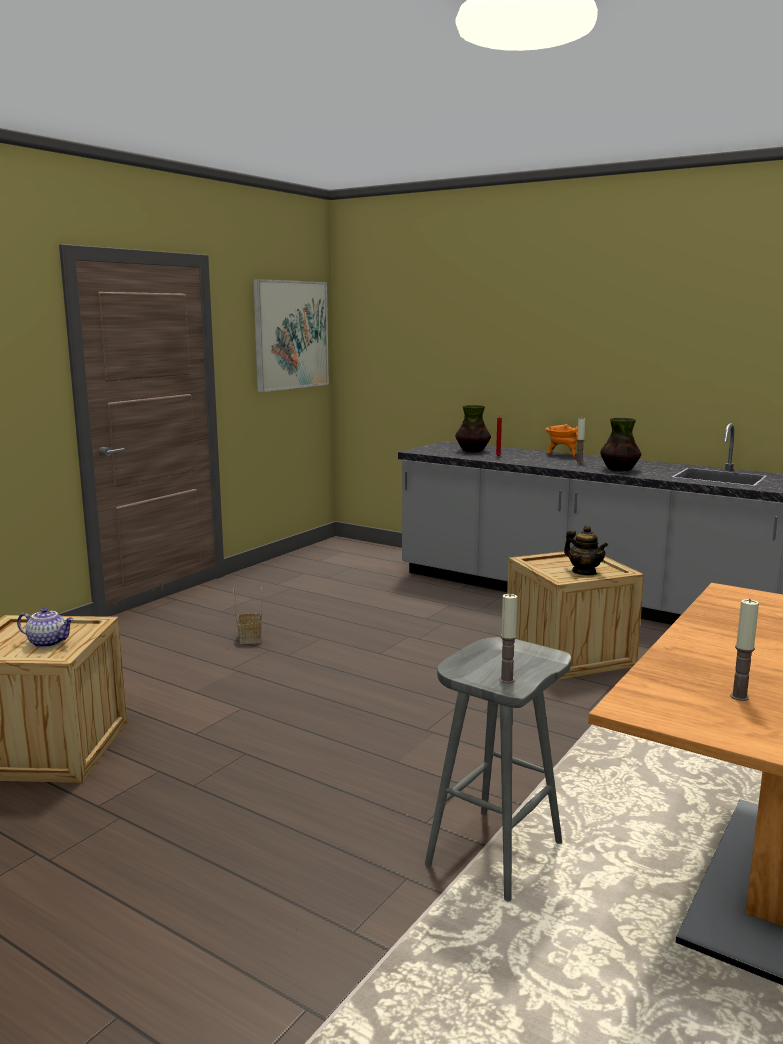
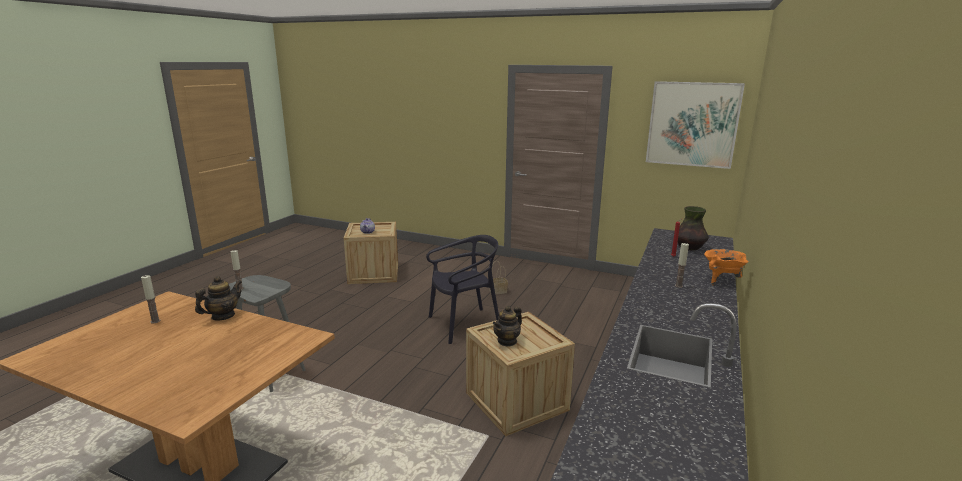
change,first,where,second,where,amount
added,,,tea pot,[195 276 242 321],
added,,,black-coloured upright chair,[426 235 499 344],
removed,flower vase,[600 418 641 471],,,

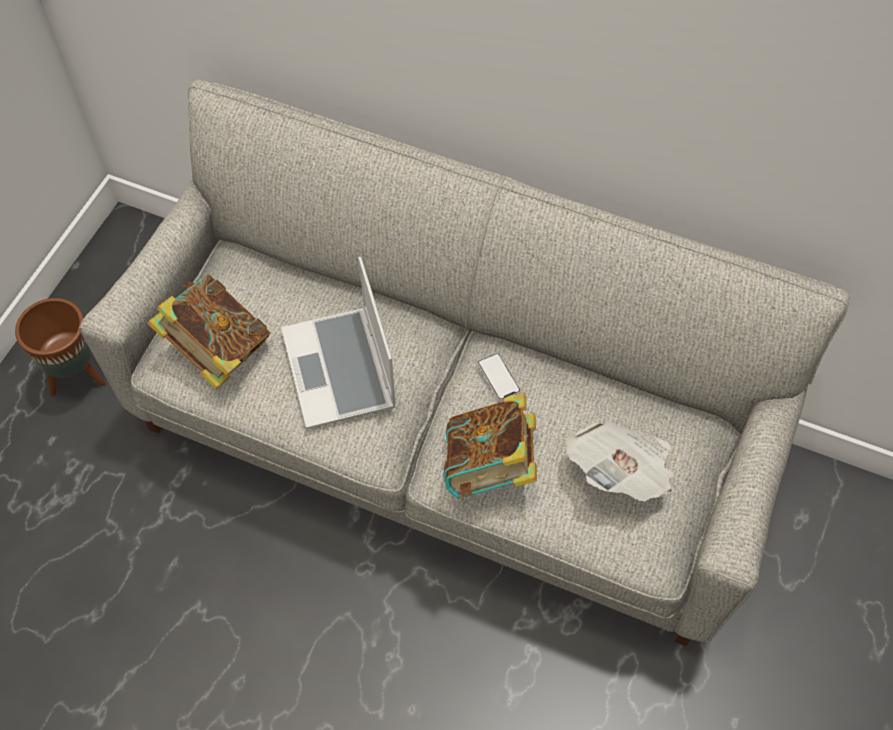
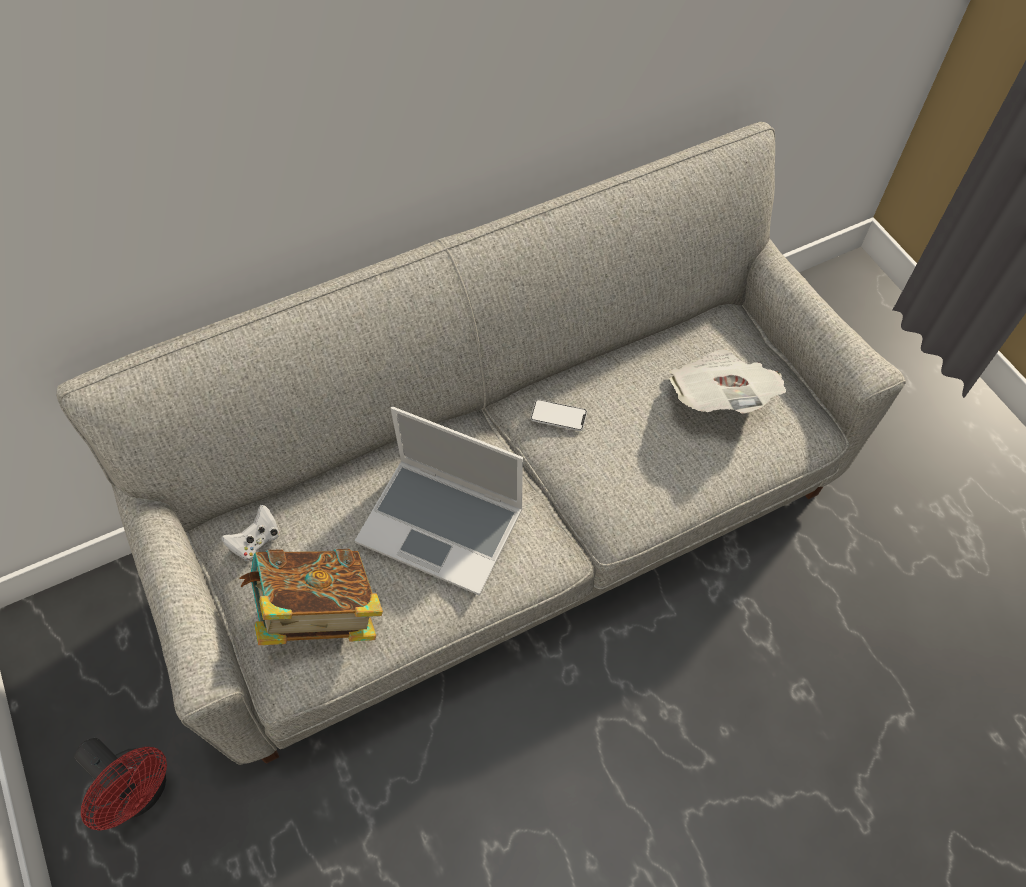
change,first,where,second,where,amount
replaced,brown flower pot,[15 298 106 396],red cooling fan,[74 738 167 830],
added,,,white gamepad,[221 505 280 561],
removed,volume,[444 392 537 501],,,

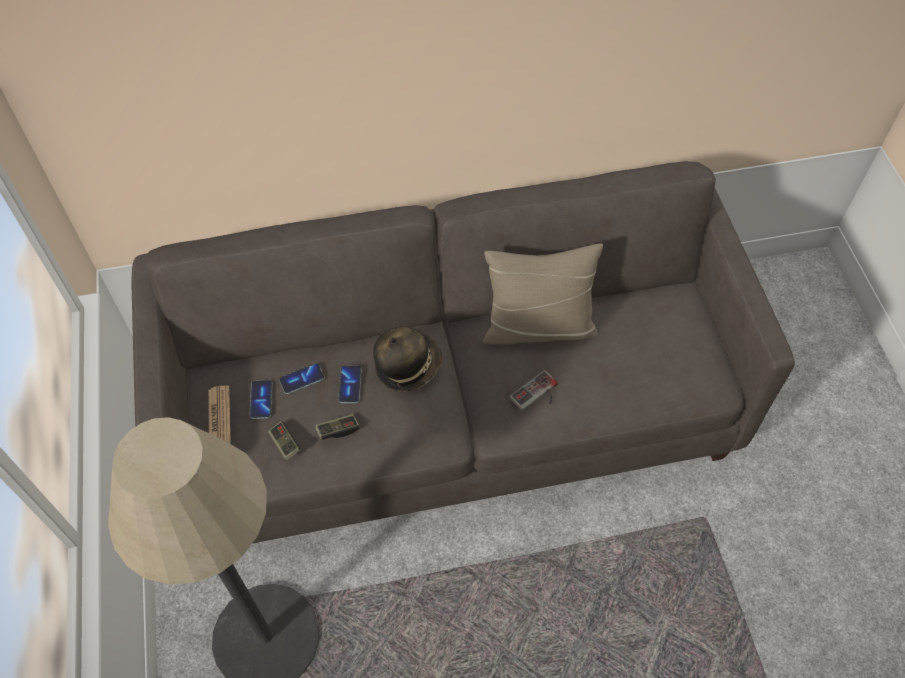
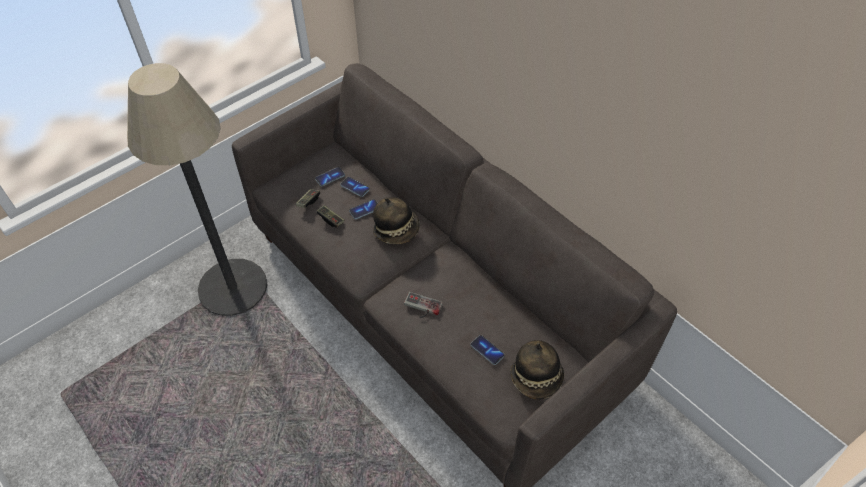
change,first,where,second,where,amount
added,,,telephone,[471 335 505 365],
added,,,wearable hat,[510 340 564 400],
removed,daily paper,[208 386 231 444],,,
removed,beige-coloured cushion,[483 243 603 345],,,

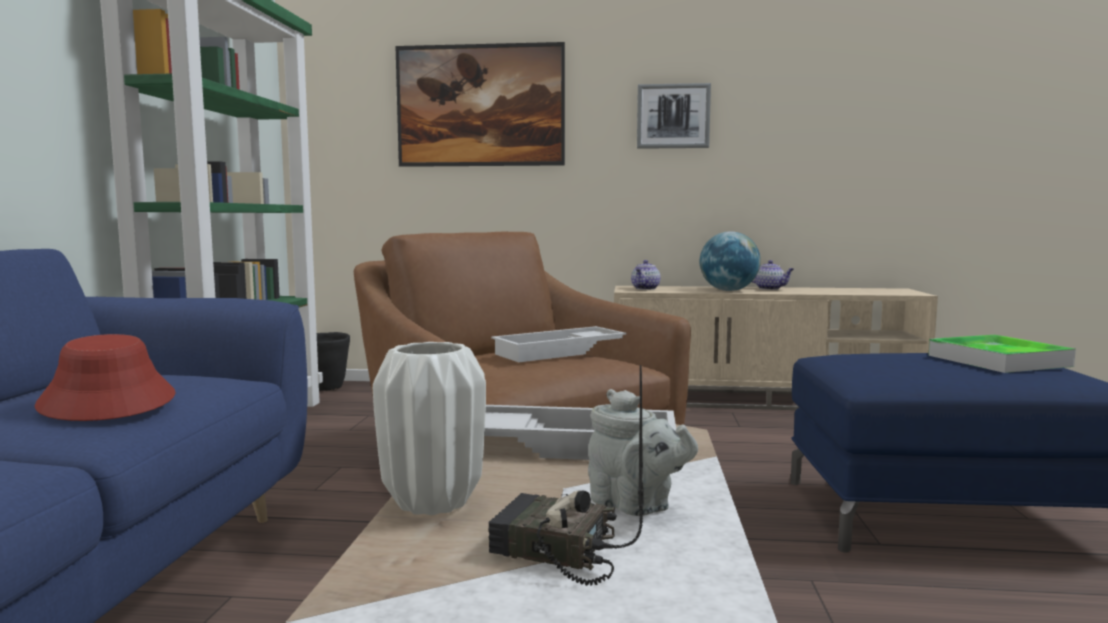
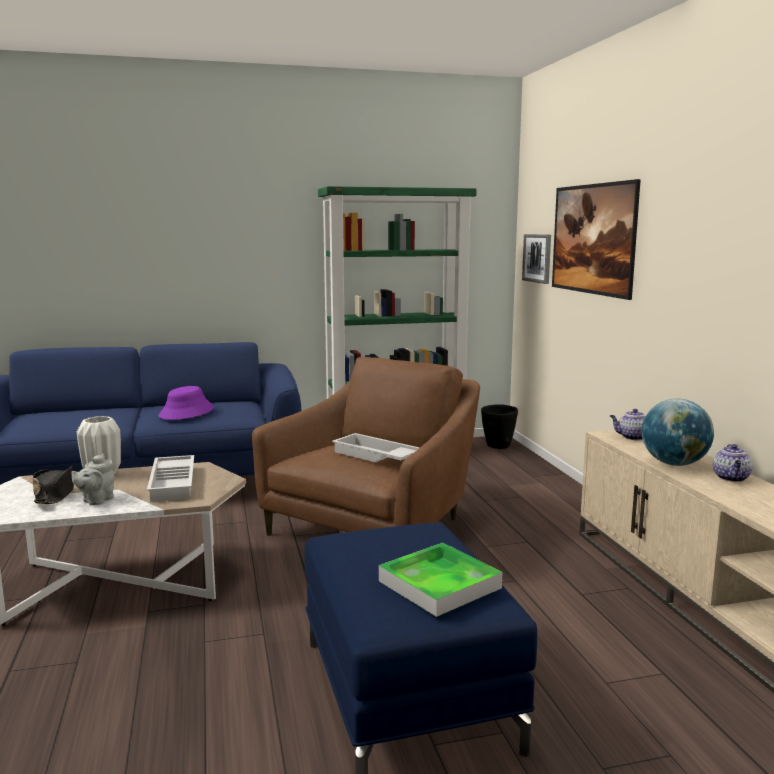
change,first,where,second,where,amount
replaced,radio,[489 365 644 586],black-coloured wearable hat,[33 466 74 504],
recoloured,red wearable hat,[35 334 175 421],purple wearable hat,[158 386 214 420],
moved,wall picture,[637 83 711 149],,[522 234 551 284],

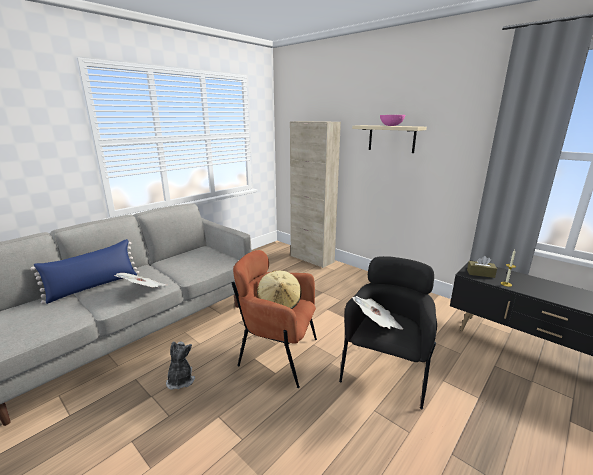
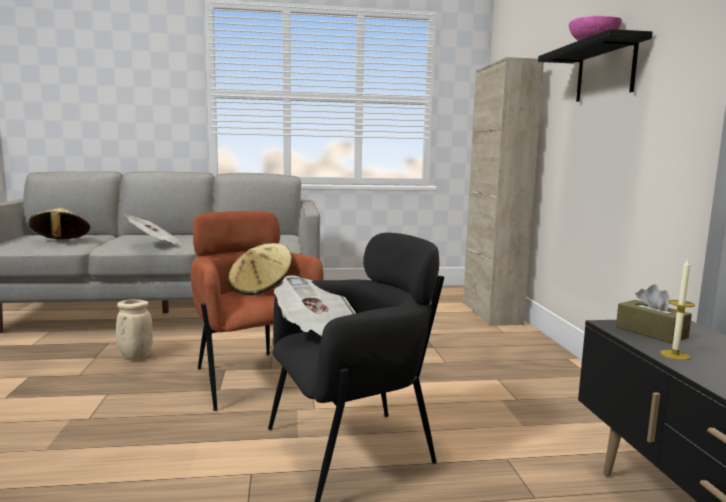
change,first,where,second,where,amount
added,,,beige-coloured wearable hat,[29 208 90 239],
replaced,soft toy,[166 342 195 390],beige-coloured flower vase,[116 299 153 360],
recoloured,beige-coloured wall shelf,[352 125 427 153],black-coloured wall shelf,[538 29 653 102],
removed,bluish cushion,[30 239 139 304],,,

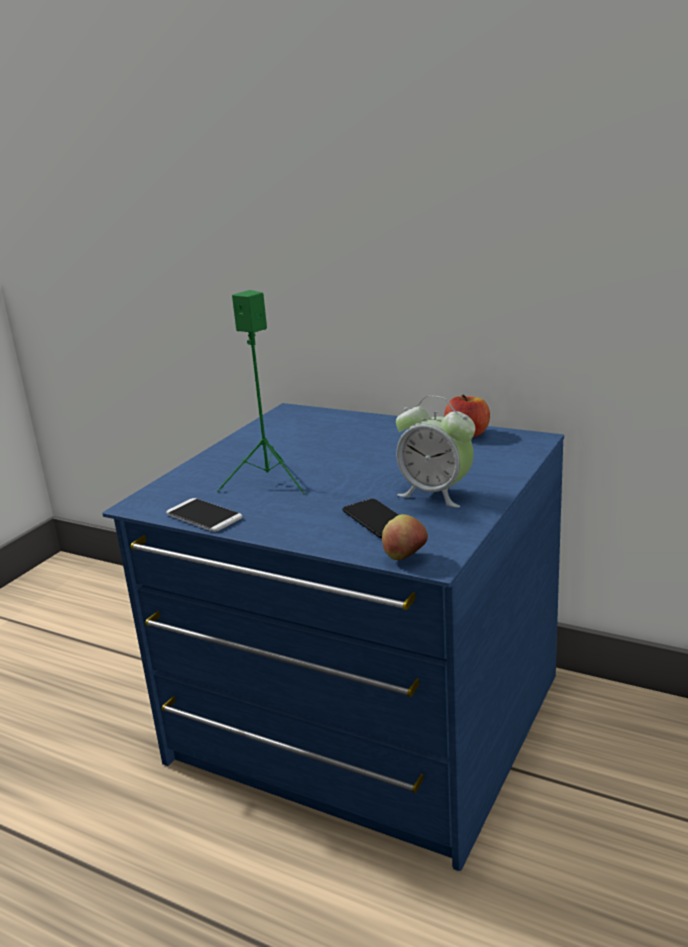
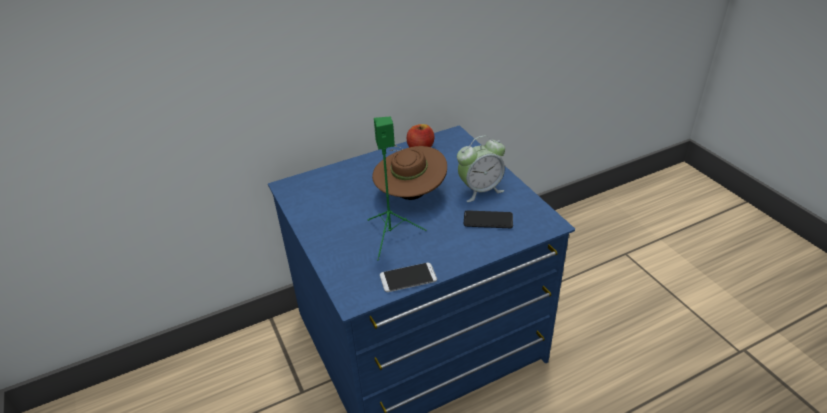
change,first,where,second,where,amount
added,,,brown wearable hat,[372 145 447 200],
removed,apple,[382 514 428 560],,,

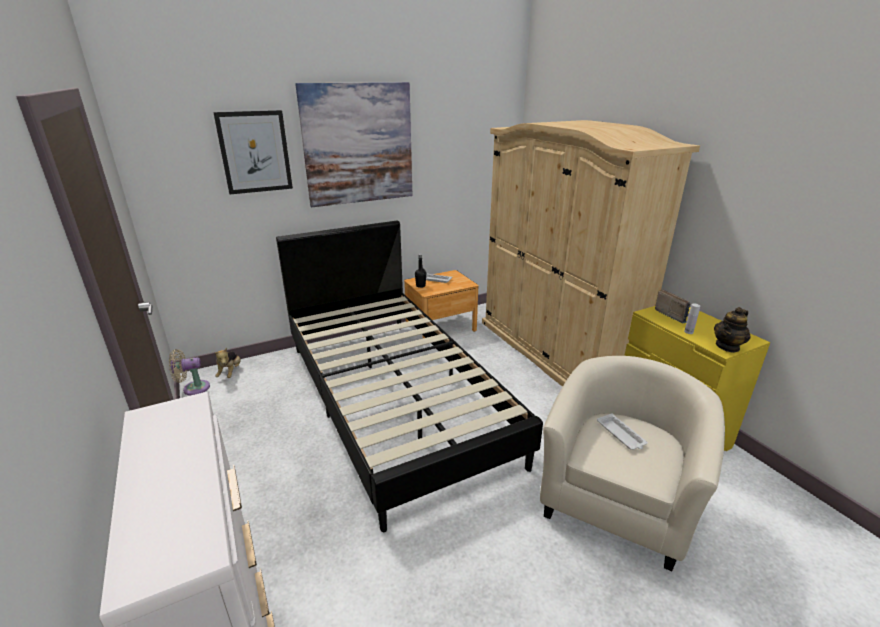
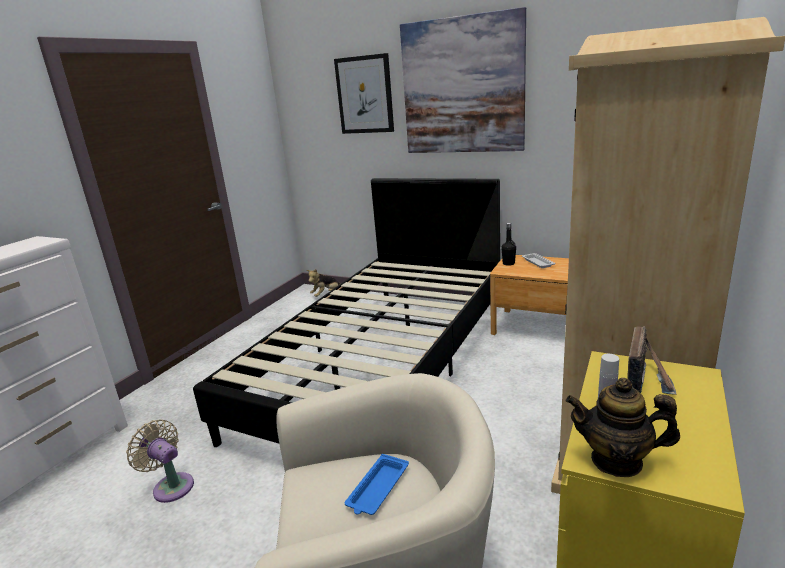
change,first,where,second,where,amount
moved,beige-coloured cooling fan,[169 349 210 395],,[126 420 194 503],
recoloured,white carrying tray,[597 413 648 450],bluish carrying tray,[345 454 409 515],

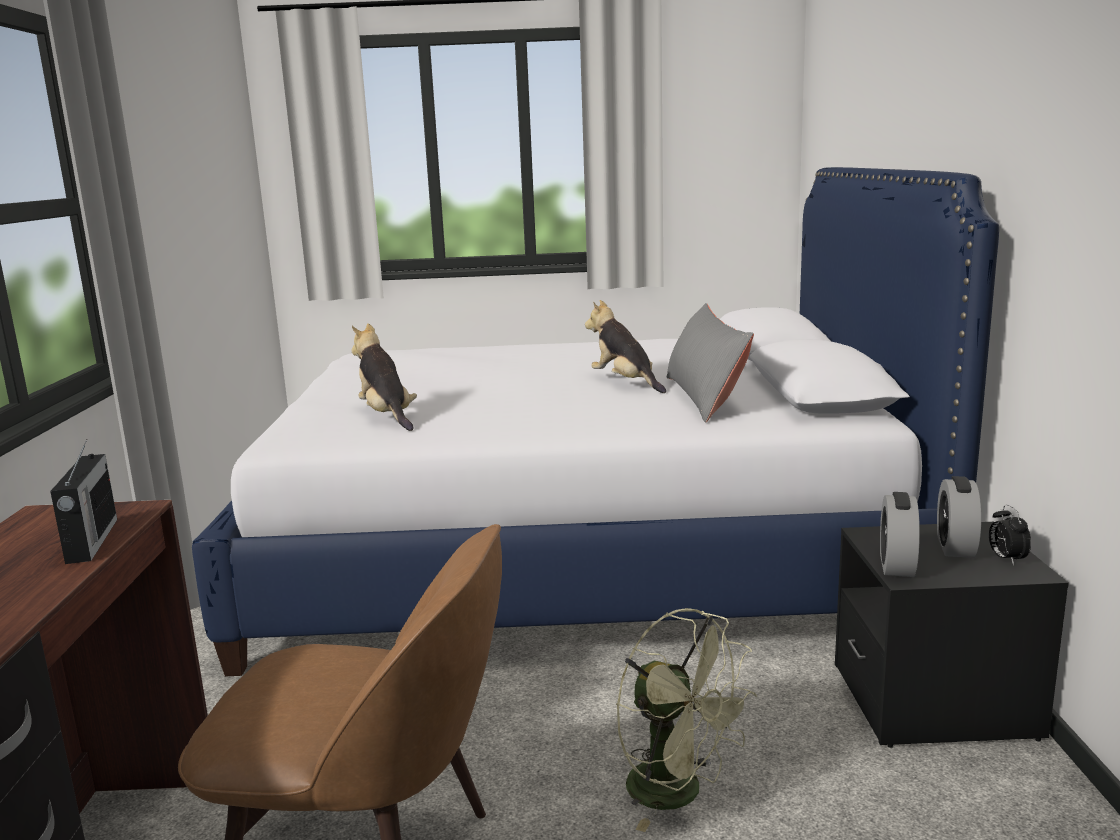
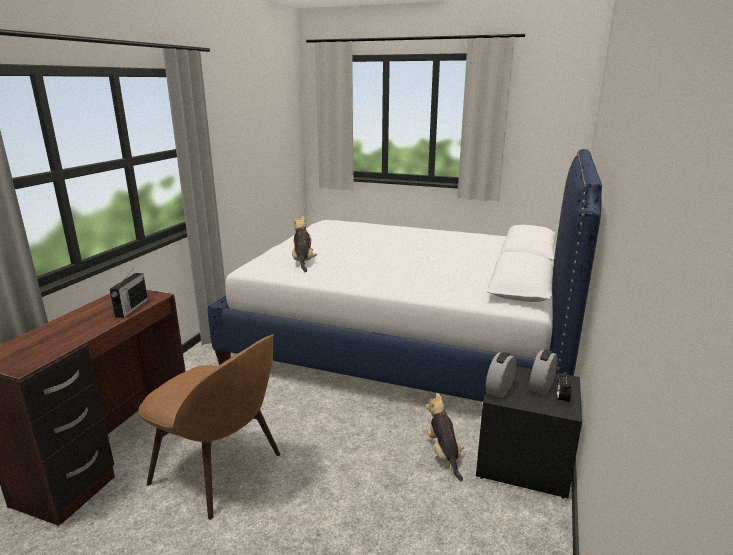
change,first,where,second,where,amount
moved,soft toy,[585 300 666 393],,[426 393 464 481],
removed,greenish cooling fan,[616 608 757 832],,,
removed,greyish cushion,[667 303 754 423],,,

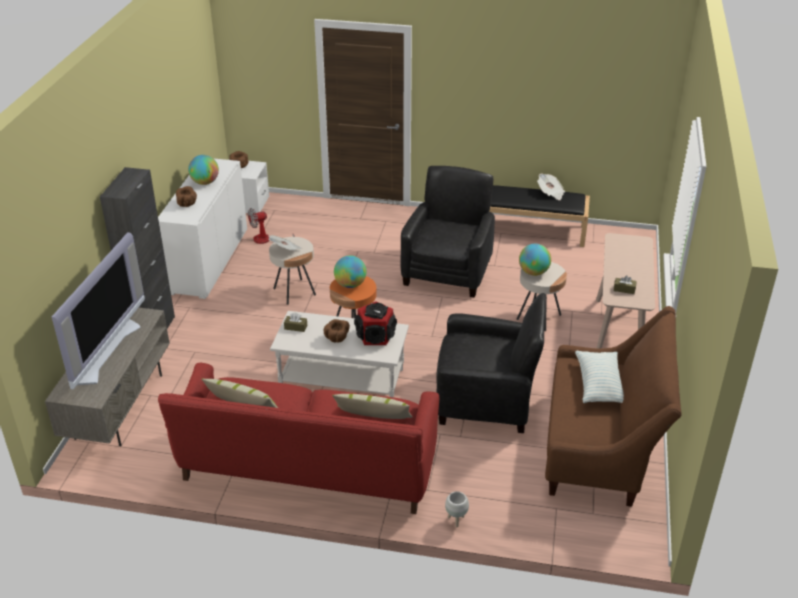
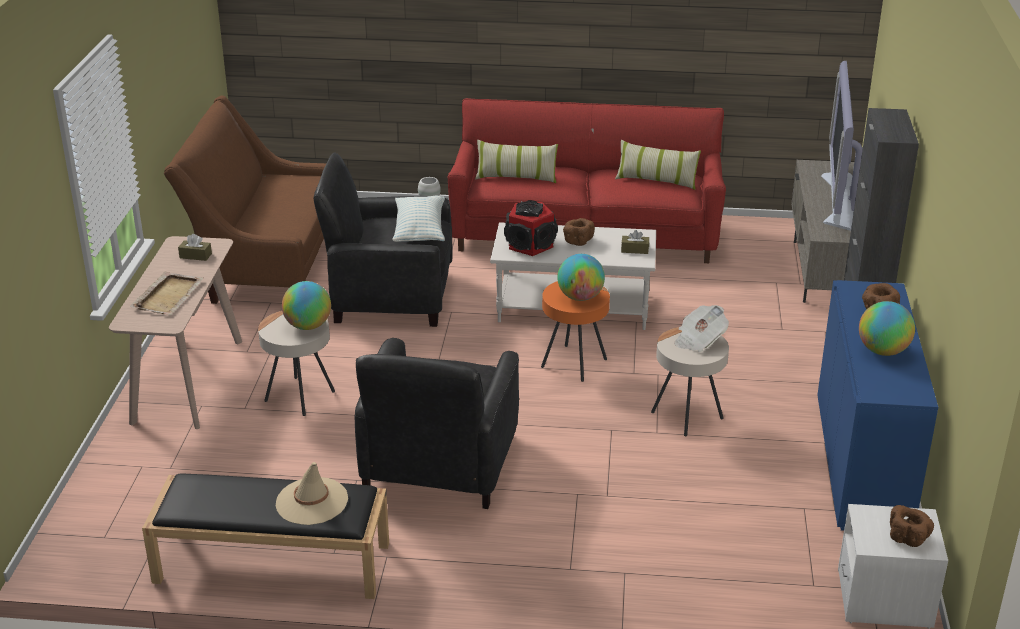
change,first,where,second,where,amount
added,,,beige-coloured carrying tray,[130 272 203 315],
added,,,beige-coloured wearable hat,[276 462 348 525],
moved,cushion,[575 351 624 403],,[392 196 445 242],
recoloured,white cupboard,[158 158 247 299],bluish cupboard,[817 280 938 531],
removed,cooling fan,[248 208 294 244],,,
removed,daily paper,[537 173 565 200],,,

